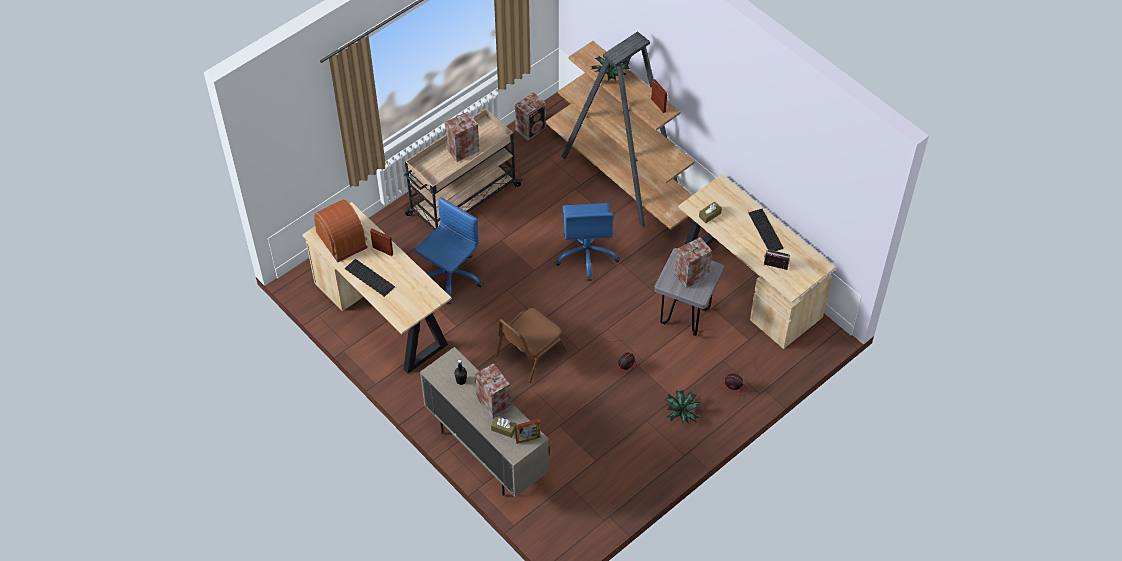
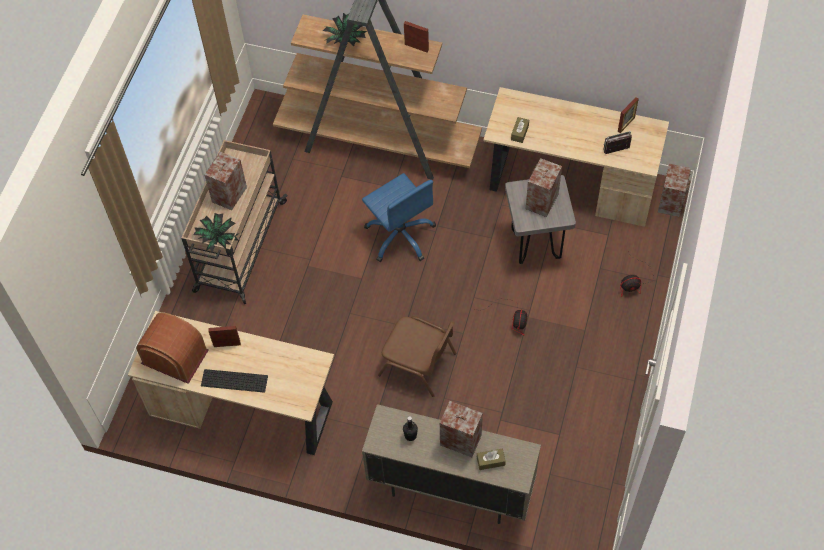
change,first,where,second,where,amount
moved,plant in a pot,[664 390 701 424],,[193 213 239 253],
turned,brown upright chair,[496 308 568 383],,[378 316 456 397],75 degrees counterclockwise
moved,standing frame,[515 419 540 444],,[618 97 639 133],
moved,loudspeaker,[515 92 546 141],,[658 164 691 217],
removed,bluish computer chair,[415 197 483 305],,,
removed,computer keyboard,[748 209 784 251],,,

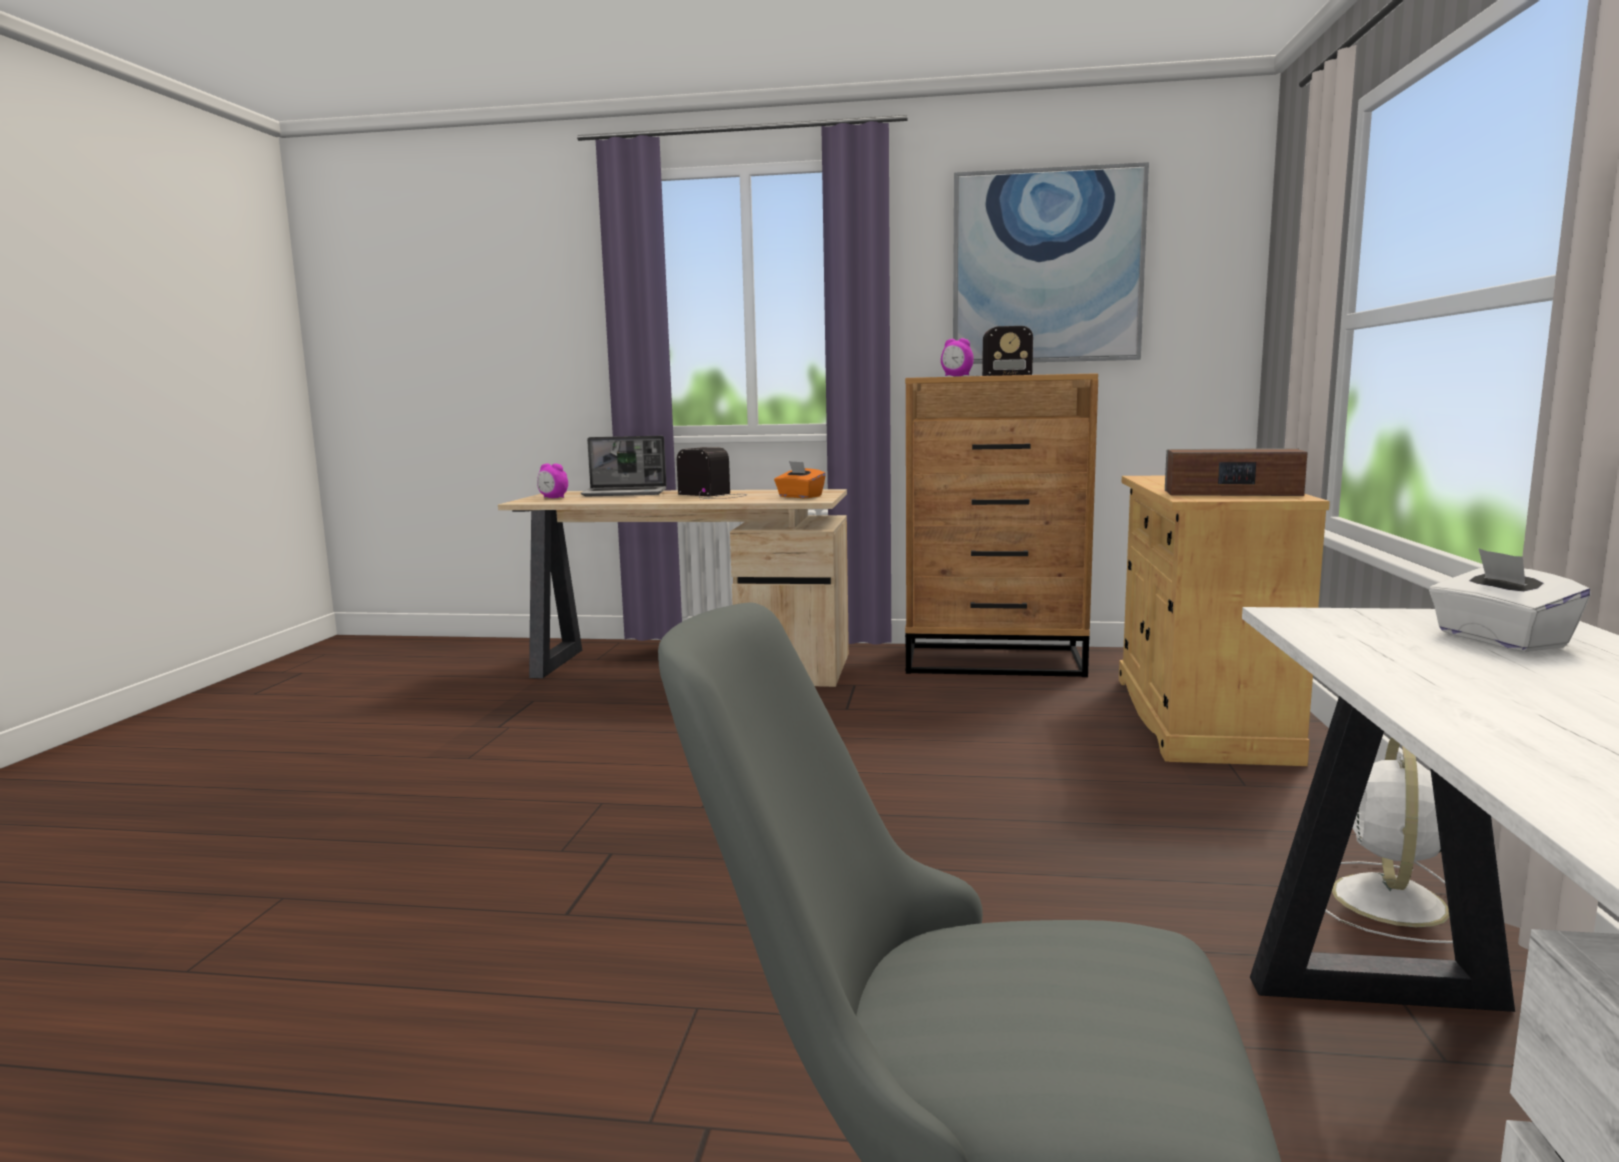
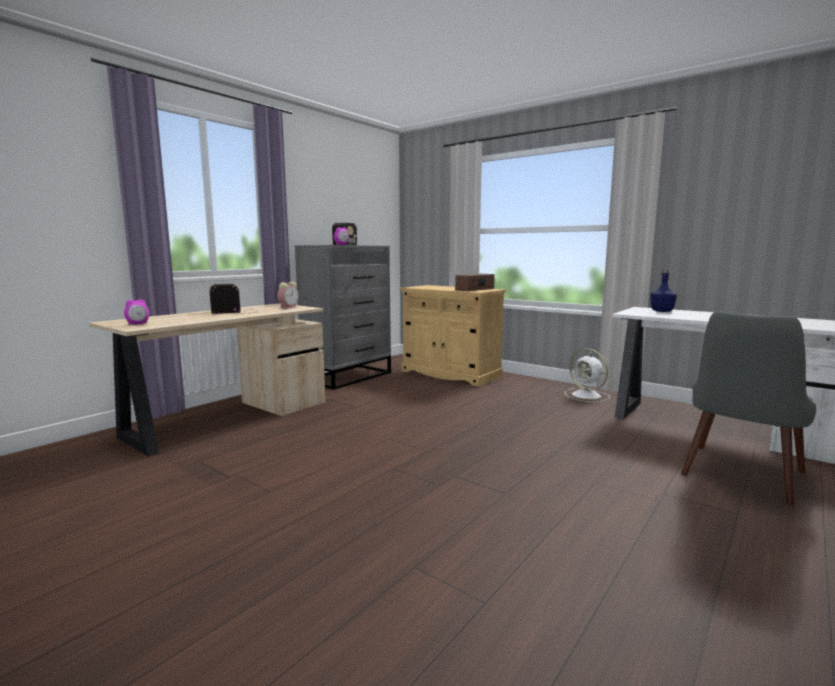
change,first,where,second,where,amount
replaced,orangey tissue box,[774 461 826 498],bedside clock,[277 282 298 309],
recoloured,brown drawer chest,[905 373 1098 677],greyish drawer chest,[295 245 391 390],
replaced,white tissue box,[1429 548 1591 652],bluish drink bottle,[651 270 677 312],
removed,laptop,[581 436 666 496],,,
removed,wall picture,[953 162 1149 364],,,

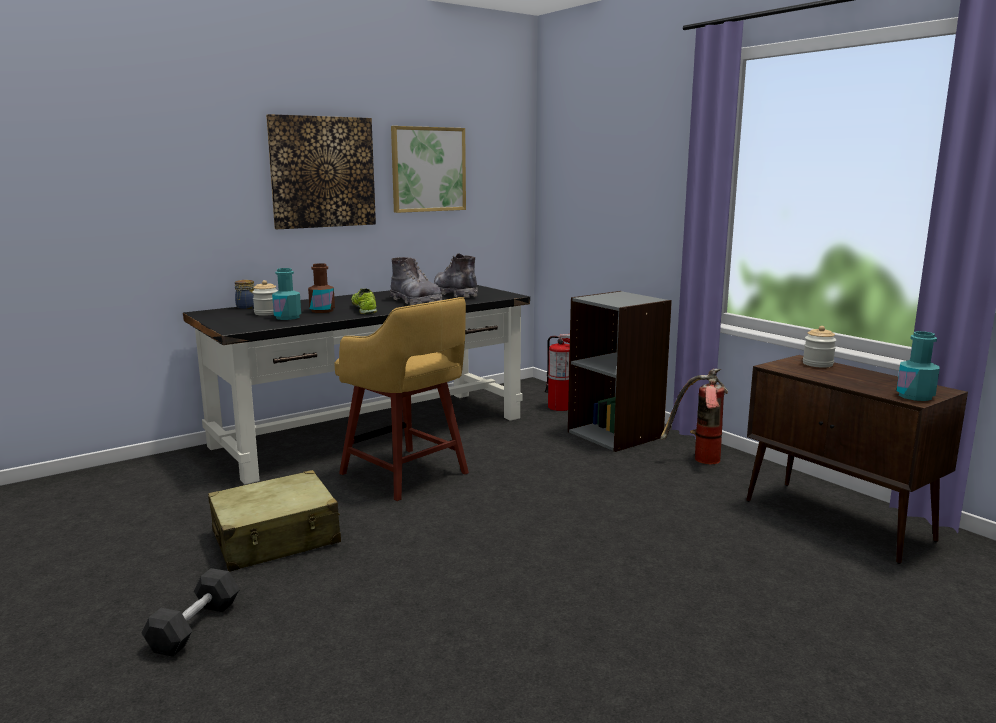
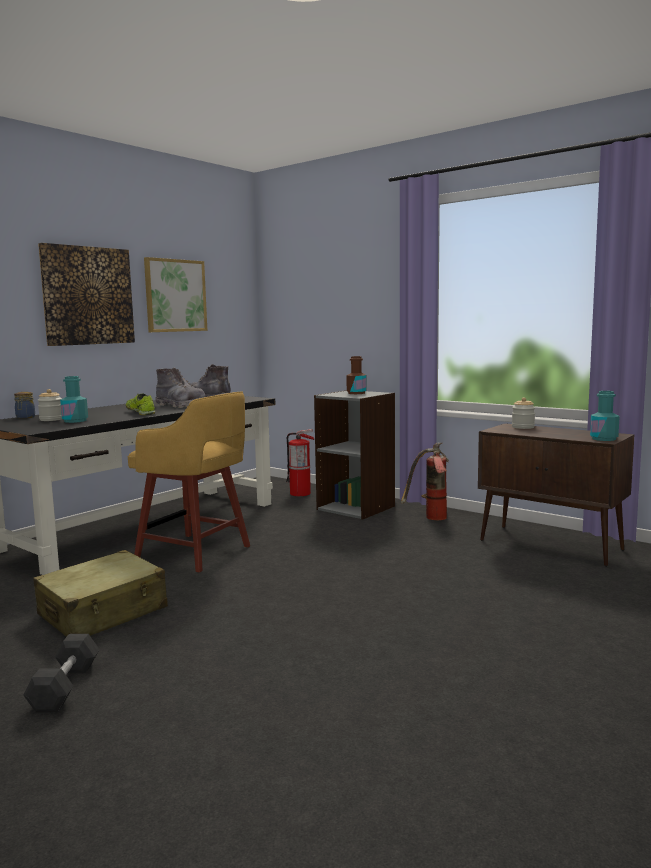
change,first,where,second,where,amount
moved,brown drink bottle,[308 263 335 313],,[346 356 367 394],

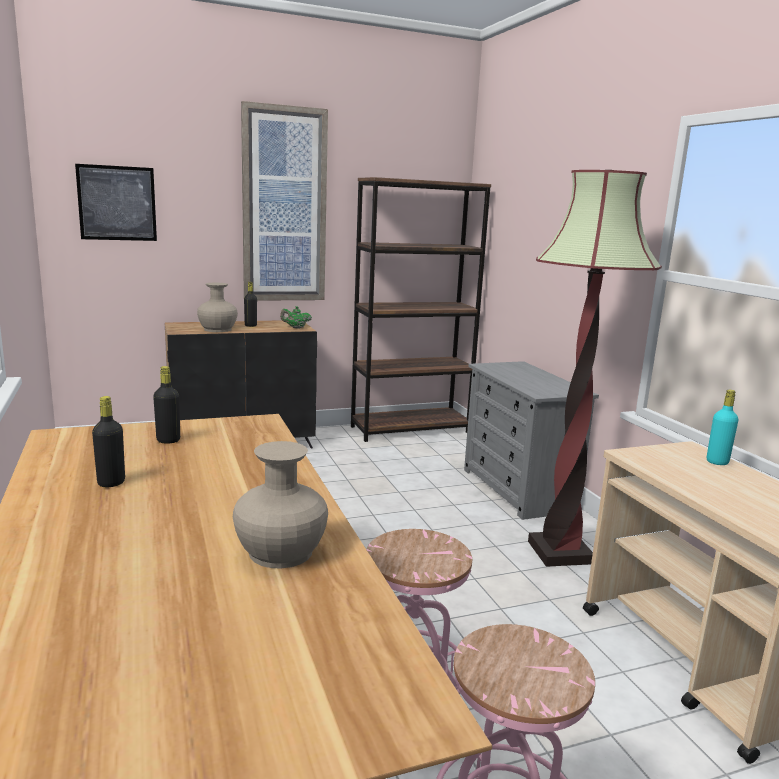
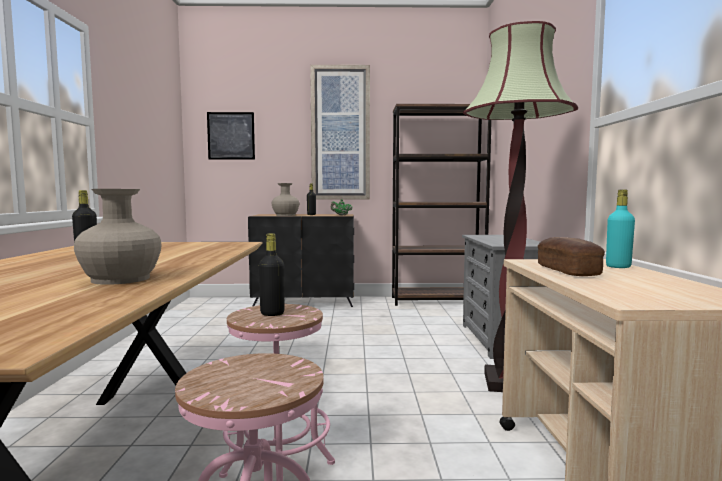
change,first,where,second,where,amount
moved,black-coloured drink bottle,[153 366 180 444],,[259 233 285 316],
added,,,bakery bread,[538 237 605 276],

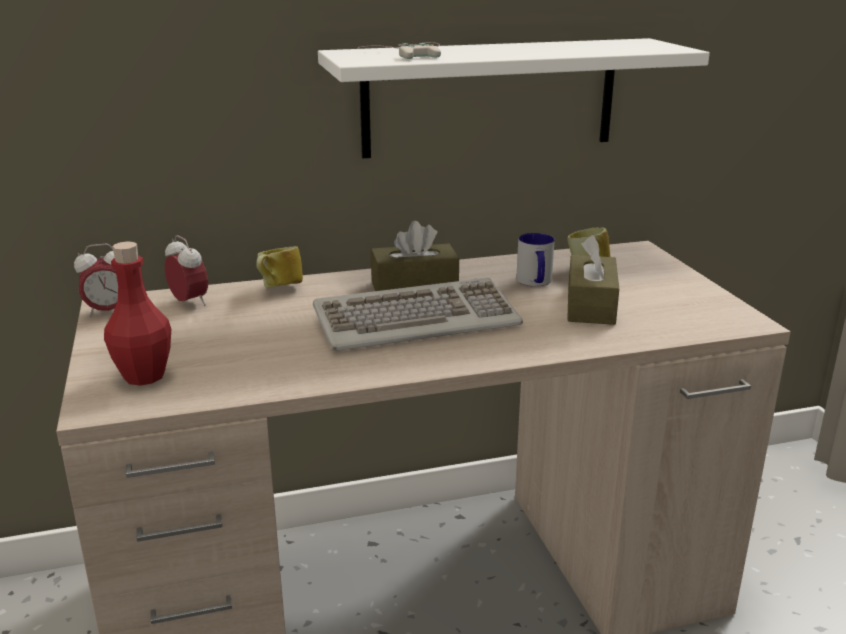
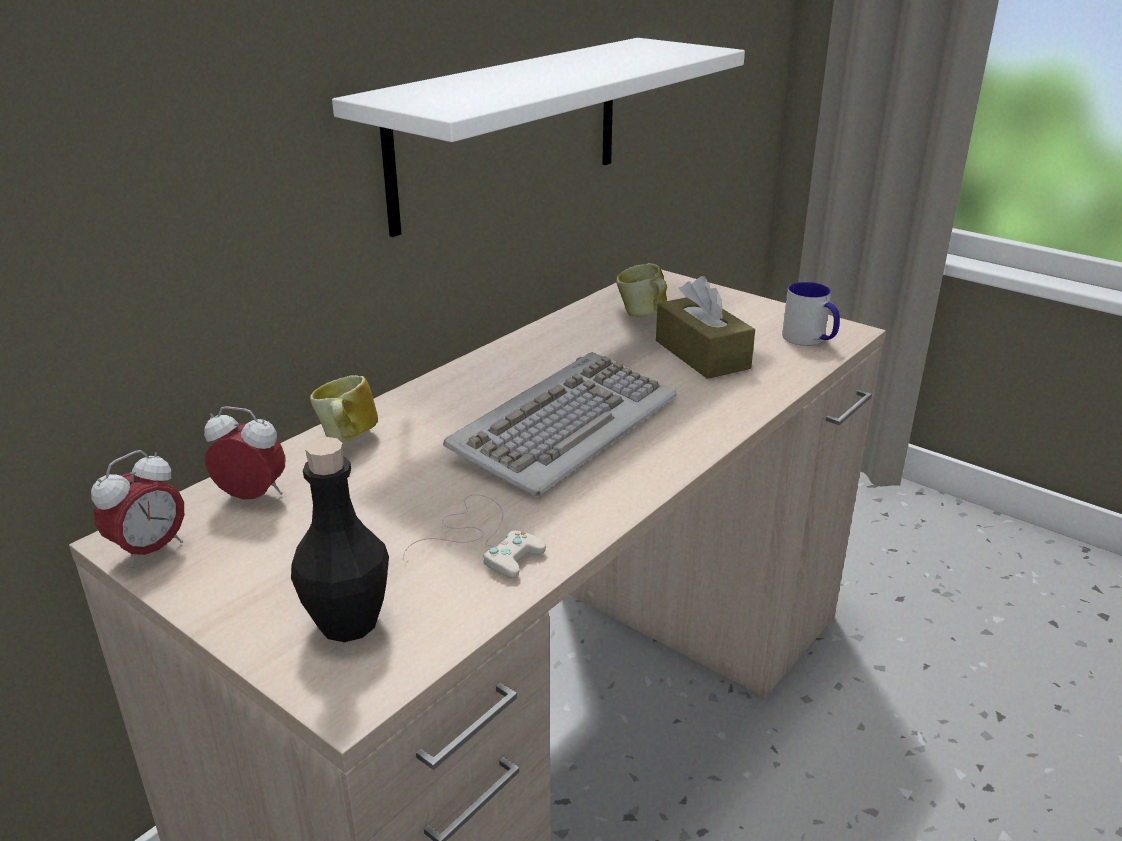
change,first,where,second,where,amount
recoloured,red drink bottle,[104 241 171 385],black-coloured drink bottle,[291 437 389 642],
moved,white gamepad,[358 42 441 59],,[403 494 546 578],
moved,mug,[516 233 555 286],,[782 282 840 346],
removed,brown tissue box,[370 221 459 291],,,

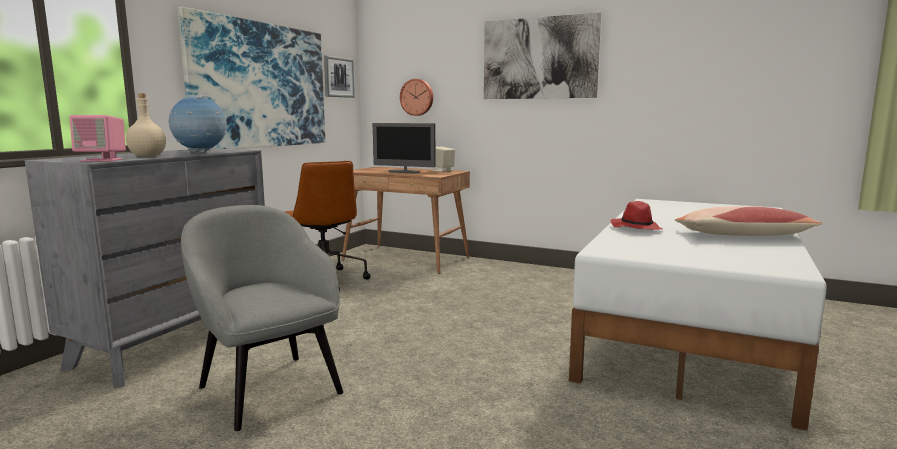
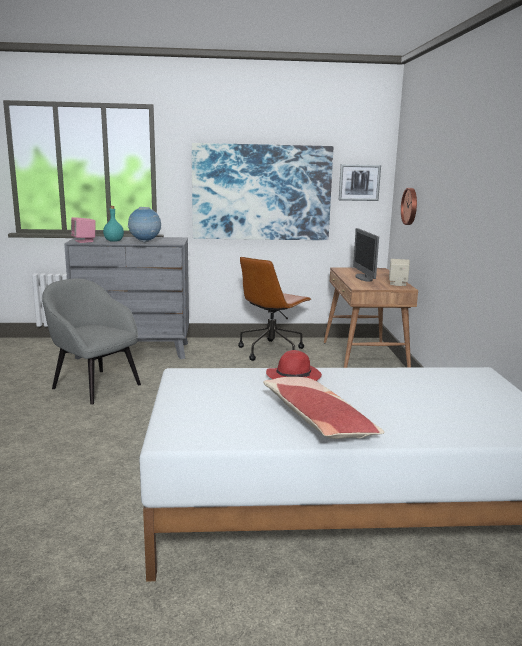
change,first,where,second,where,amount
turned,greyish easy chair,[181 205 343 431],,[42 278 141 405],75 degrees counterclockwise
recoloured,beige-coloured drink bottle,[126 94 166 157],turquoise drink bottle,[103 206 124 242],
removed,wall picture,[484 12 601 99],,,

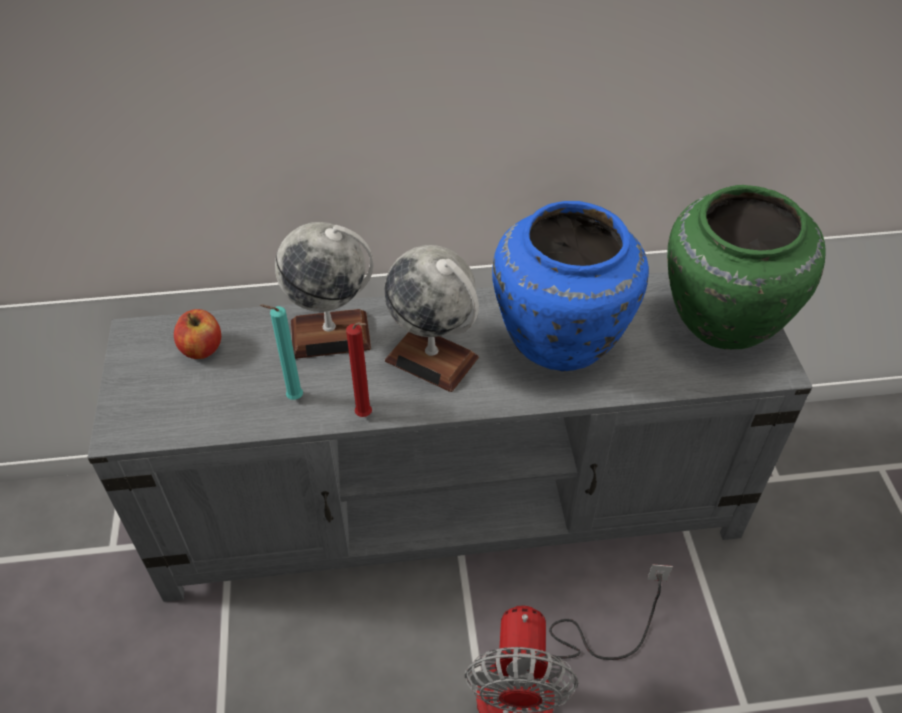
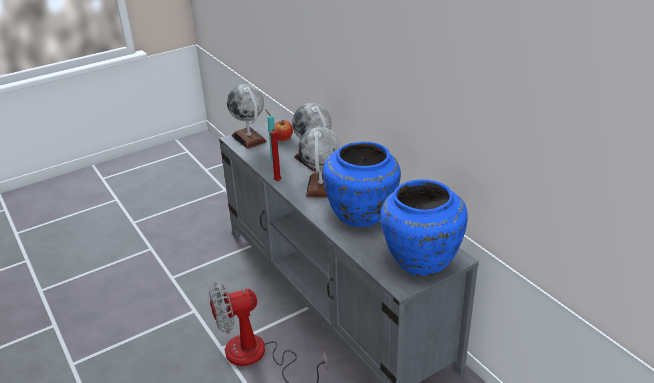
change,first,where,second,where,amount
added,,,globe,[227 84 267 149],
recoloured,greenish flower vase,[667 185 825 349],bluish flower vase,[380 179 468 276],

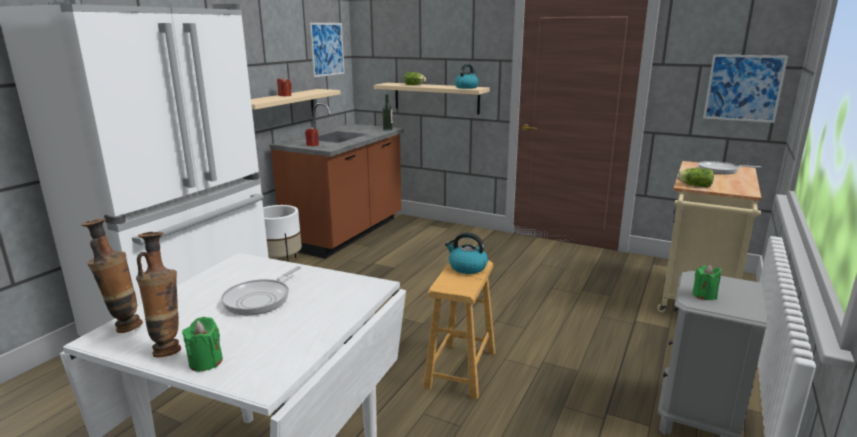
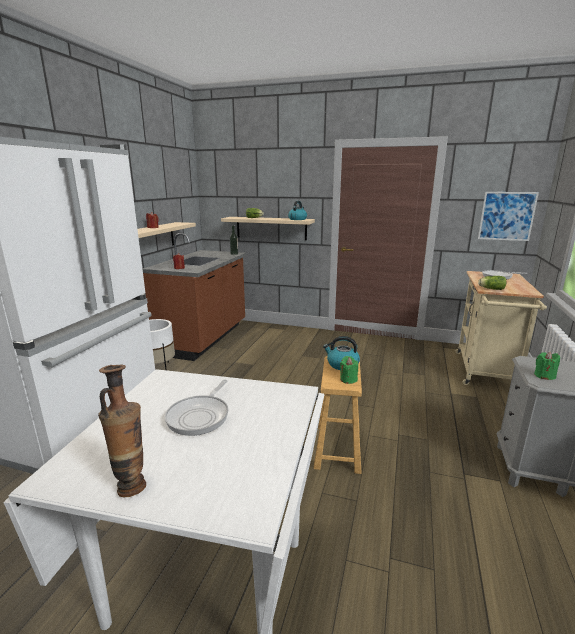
change,first,where,second,where,amount
moved,greenish wax light,[182 317 223 371],,[340 356 358 384],
removed,flower vase,[81 219 143 333],,,
removed,wall picture,[309 23 345 77],,,

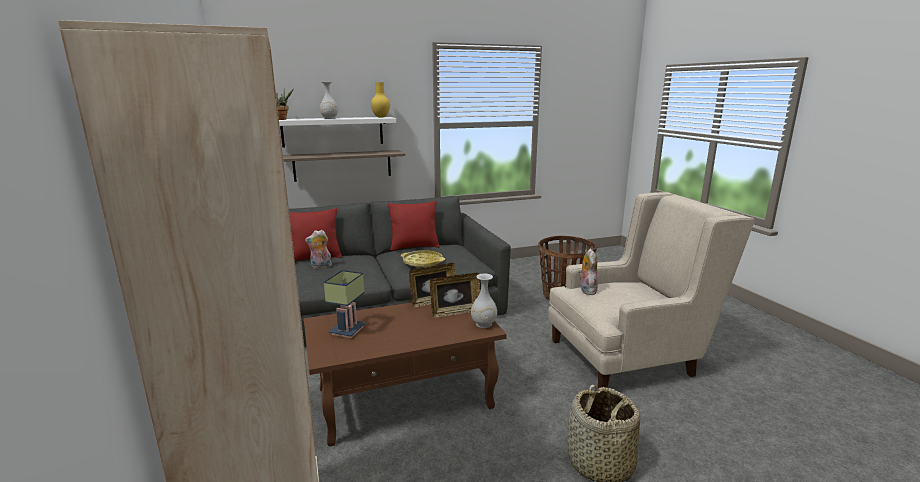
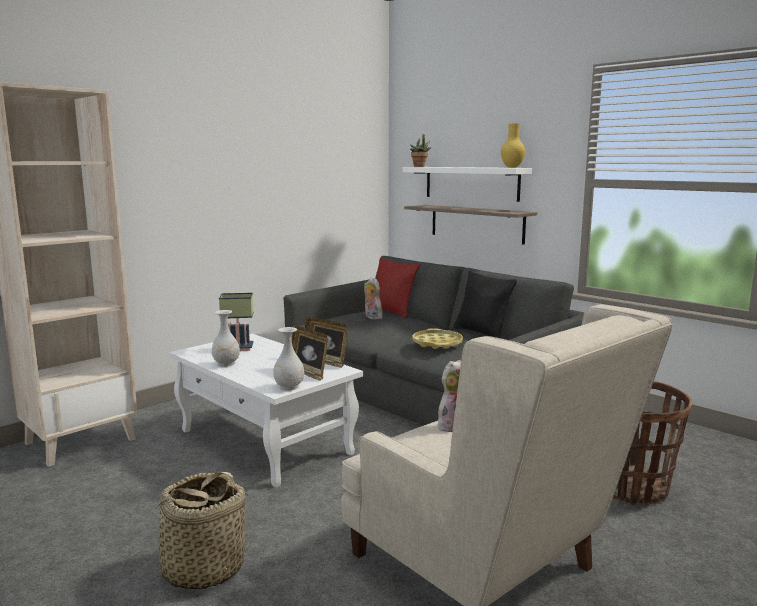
change,first,where,second,where,amount
recoloured,brown coffee table,[304 302 507 446],white coffee table,[169 334 363 488],
moved,white flower vase,[320 82 338 119],,[211 310 240 367],
recoloured,red cushion,[388 201 440 251],black-coloured cushion,[453 271 517 338],

